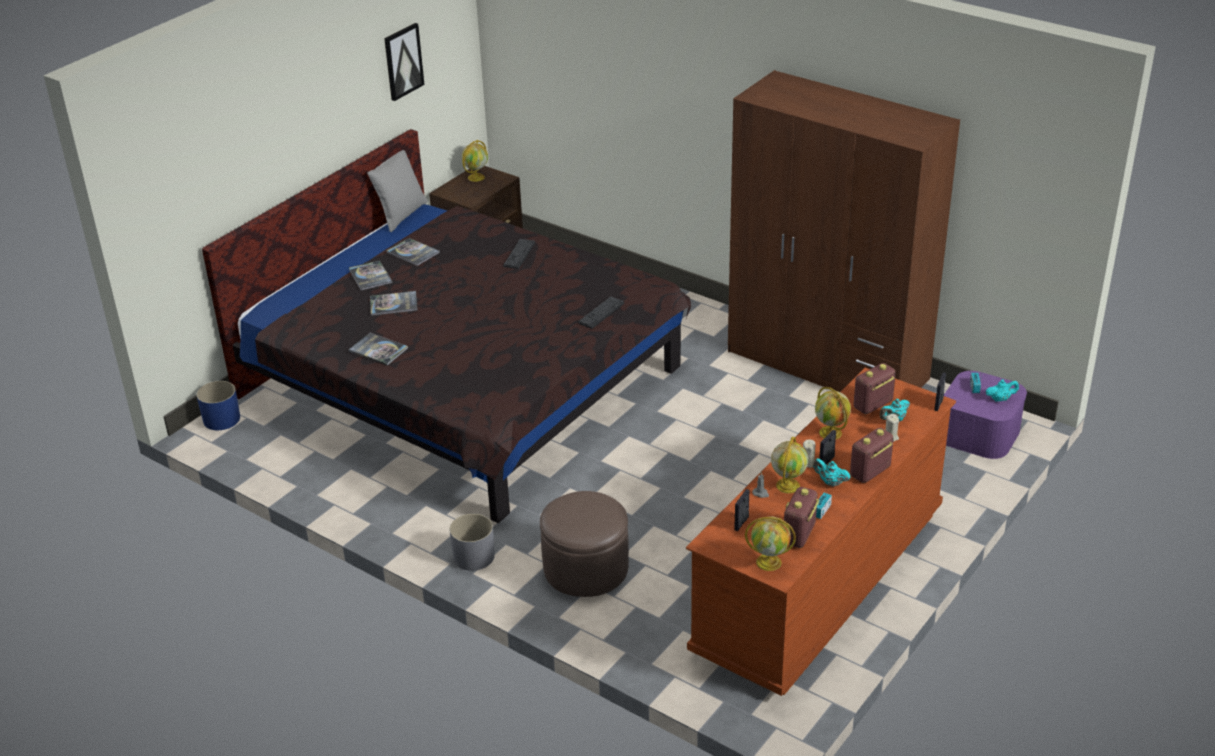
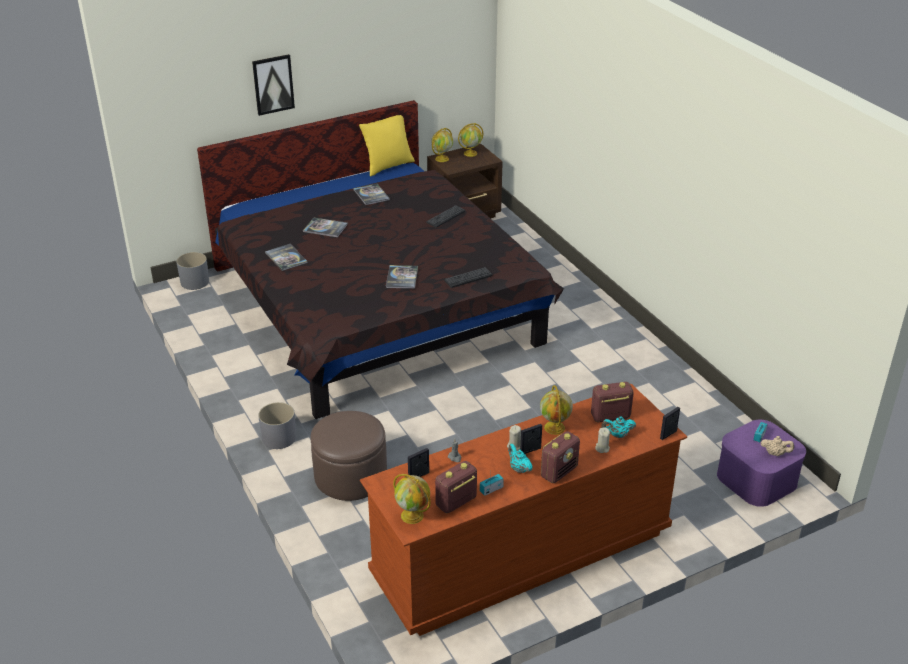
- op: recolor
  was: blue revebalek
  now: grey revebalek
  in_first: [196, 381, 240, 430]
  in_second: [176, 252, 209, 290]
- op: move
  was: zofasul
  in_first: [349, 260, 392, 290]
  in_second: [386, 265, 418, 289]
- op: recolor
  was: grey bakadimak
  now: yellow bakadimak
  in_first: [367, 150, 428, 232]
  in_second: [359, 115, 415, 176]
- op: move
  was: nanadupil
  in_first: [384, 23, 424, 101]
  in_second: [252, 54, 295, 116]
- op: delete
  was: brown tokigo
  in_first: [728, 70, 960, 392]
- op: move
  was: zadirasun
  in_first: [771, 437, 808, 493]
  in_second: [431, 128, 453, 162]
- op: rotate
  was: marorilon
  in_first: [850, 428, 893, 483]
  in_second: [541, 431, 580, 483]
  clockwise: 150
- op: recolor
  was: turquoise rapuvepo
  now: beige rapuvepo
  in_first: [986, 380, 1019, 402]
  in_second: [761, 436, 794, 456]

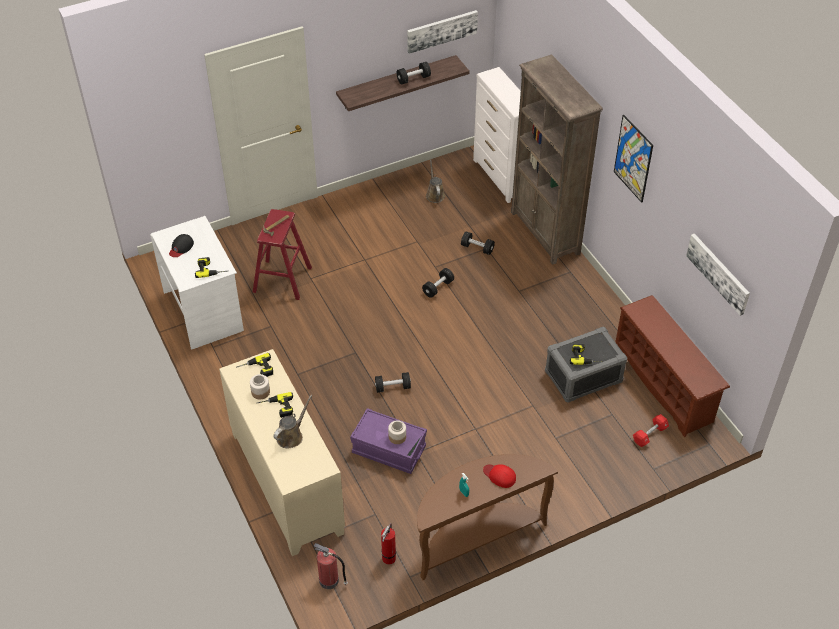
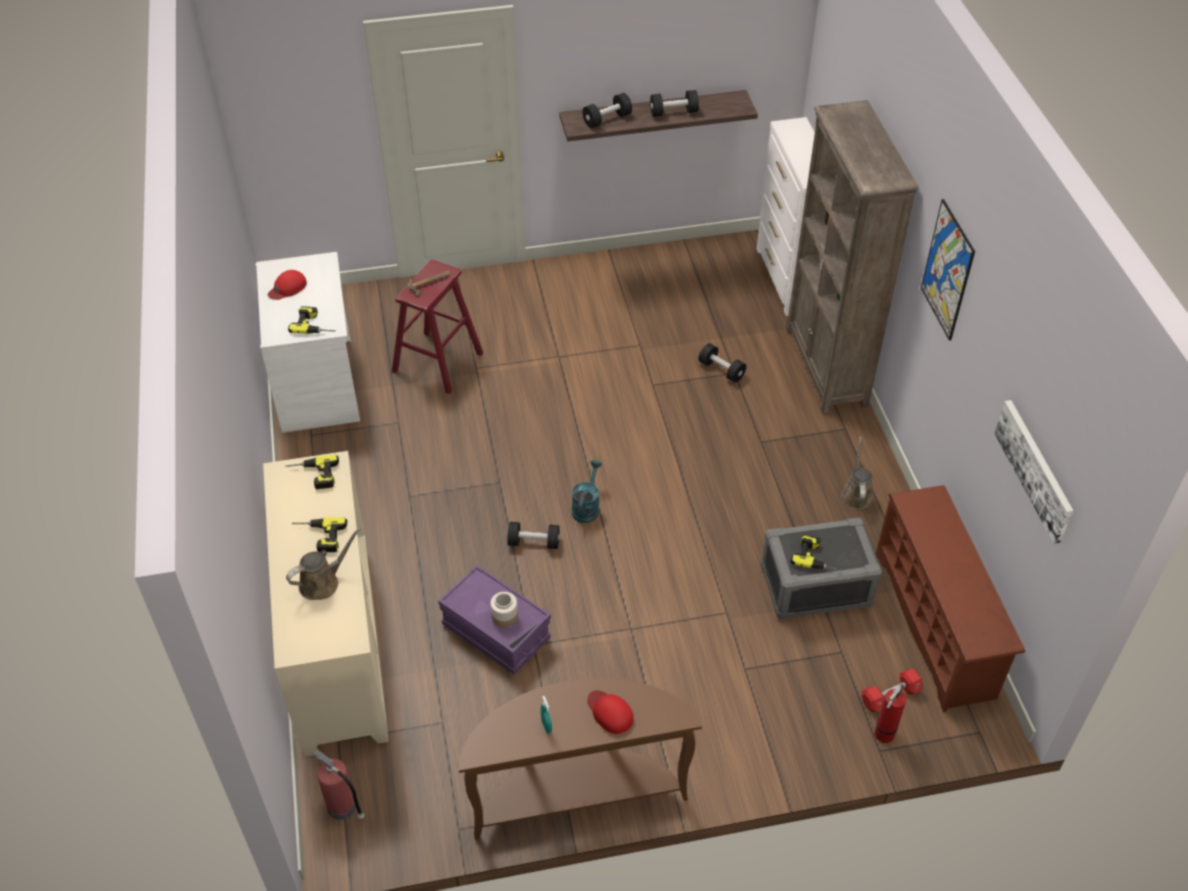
- op: recolor
  was: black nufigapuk
  now: red nufigapuk
  in_first: [169, 234, 194, 257]
  in_second: [268, 270, 307, 300]
- op: delete
  was: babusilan
  in_first: [250, 374, 270, 400]
- op: move
  was: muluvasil
  in_first: [381, 523, 396, 565]
  in_second: [874, 684, 906, 743]
- op: delete
  was: nanadupil
  in_first: [407, 10, 478, 54]
- op: move
  was: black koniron
  in_first: [422, 268, 454, 298]
  in_second: [582, 93, 632, 128]
- op: move
  was: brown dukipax
  in_first: [426, 160, 445, 203]
  in_second: [841, 436, 873, 510]
- op: insert
  now: turquoise dukipax
  in_second: [572, 460, 602, 523]

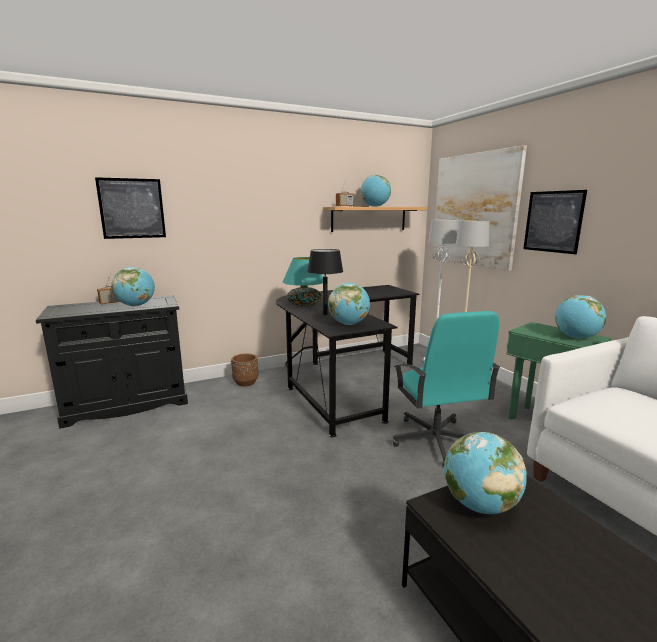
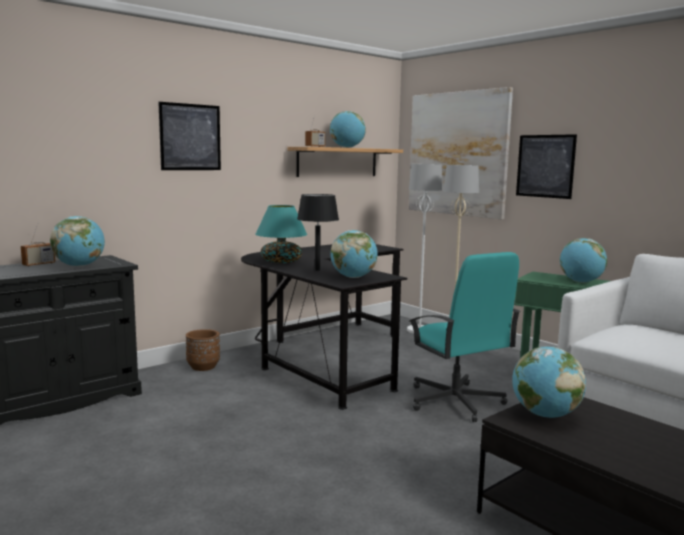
- op: move
  was: nanadupil
  in_first: [95, 177, 166, 239]
  in_second: [158, 102, 221, 170]

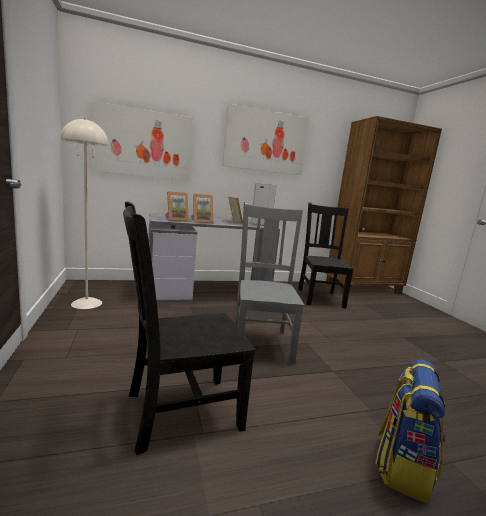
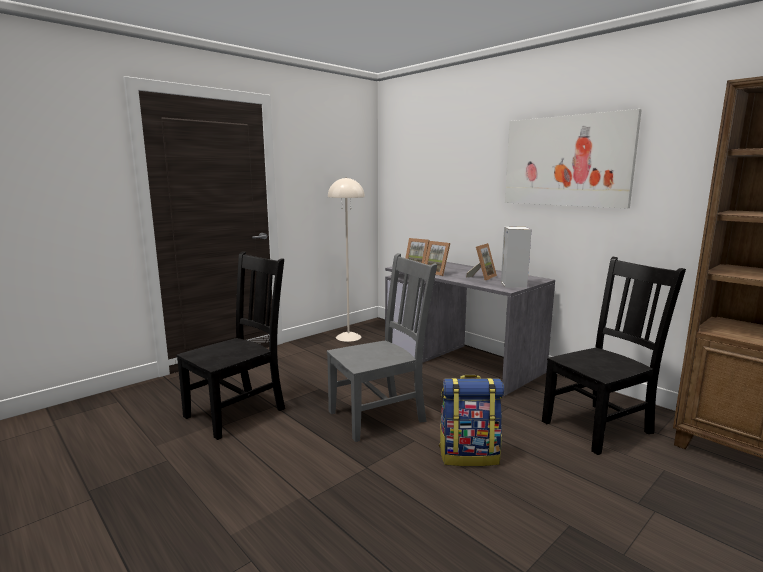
- op: delete
  was: nanadupil
  in_first: [91, 101, 193, 180]
- op: rotate
  was: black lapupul
  in_first: [123, 201, 255, 455]
  in_second: [176, 251, 285, 440]
  clockwise: 90
- op: move
  was: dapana
  in_first: [375, 360, 445, 504]
  in_second: [439, 375, 504, 466]

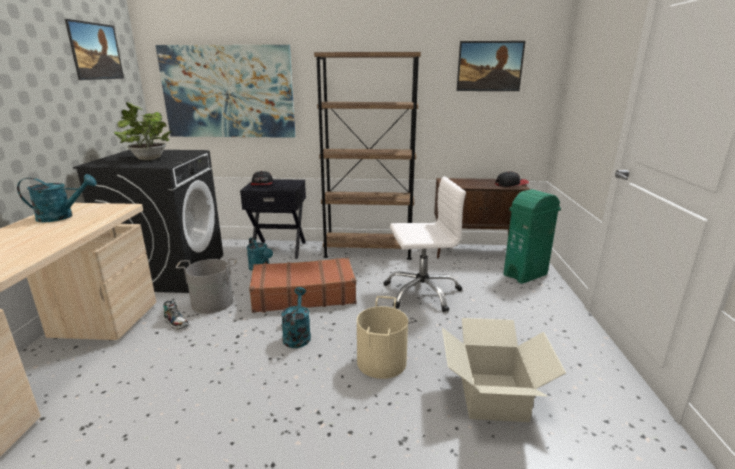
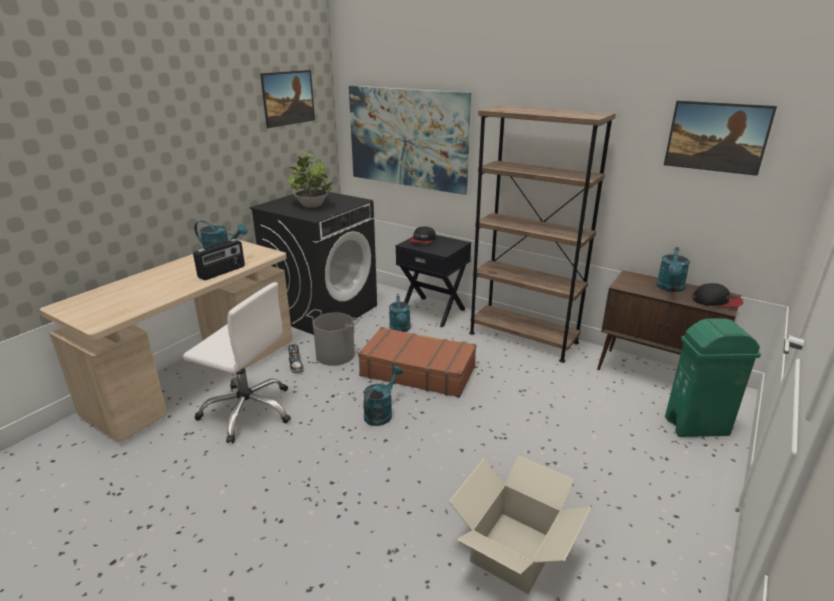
- op: delete
  was: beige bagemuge
  in_first: [357, 296, 408, 379]
- op: move
  was: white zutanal
  in_first: [383, 176, 466, 312]
  in_second: [183, 282, 291, 443]
- op: insert
  now: marorilon
  in_second: [193, 239, 245, 280]
- op: insert
  now: turquoise dukipax
  in_second: [656, 247, 690, 292]

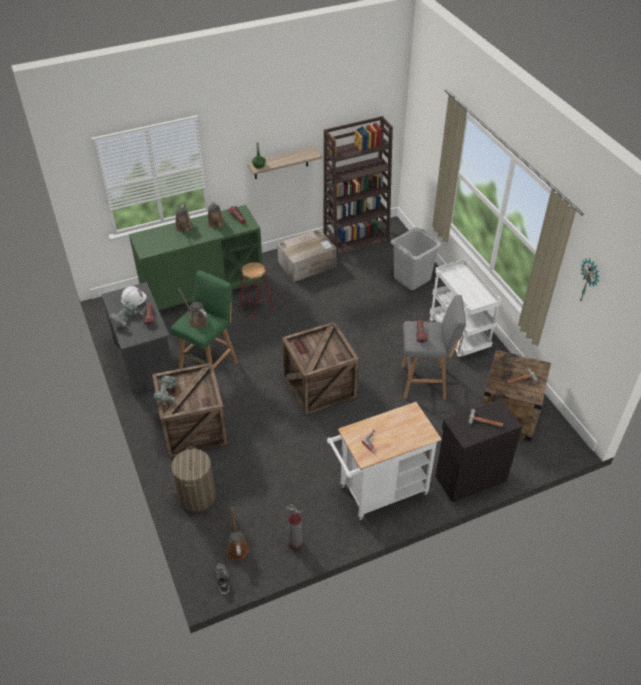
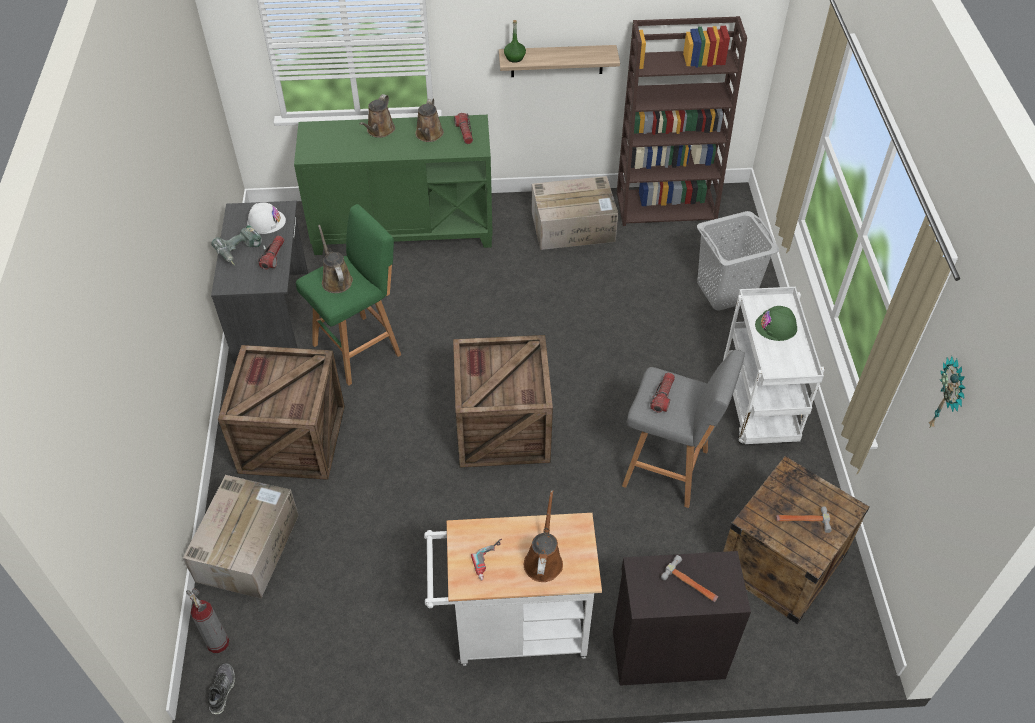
- op: delete
  was: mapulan
  in_first: [154, 375, 181, 402]
- op: replace
  was: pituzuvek
  now: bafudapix
  in_first: [171, 446, 216, 512]
  in_second: [183, 475, 299, 598]
- op: move
  was: brown dukipax
  in_first: [227, 507, 250, 560]
  in_second: [524, 490, 563, 582]
- op: delete
  was: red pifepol
  in_first: [240, 262, 273, 320]
- op: move
  was: muluvasil
  in_first: [286, 504, 303, 550]
  in_second: [186, 588, 229, 653]
- op: insert
  now: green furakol
  in_second: [755, 306, 797, 341]

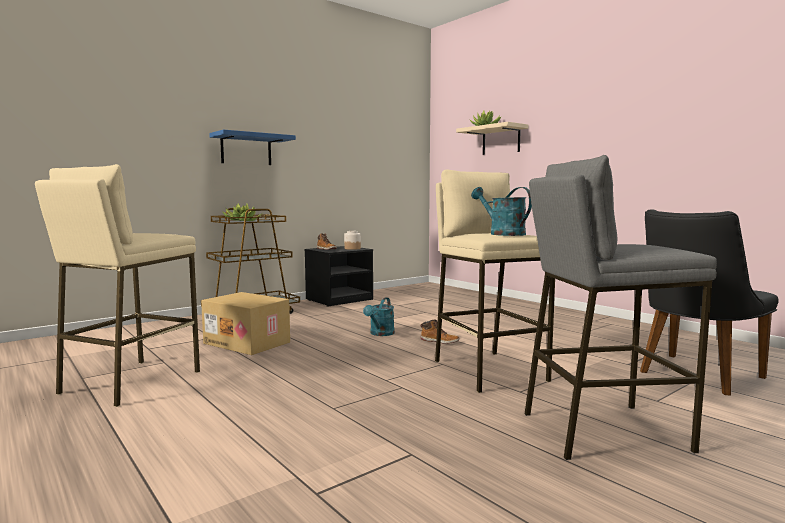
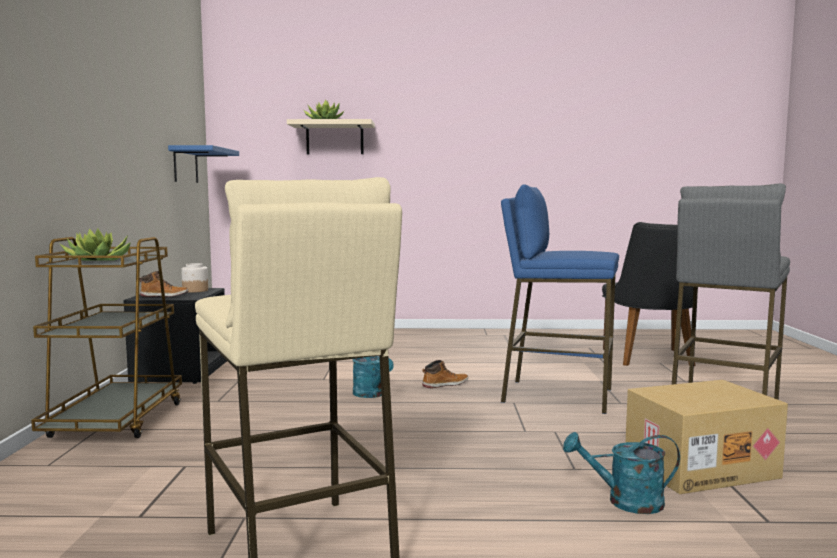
- op: move
  was: bafudapix
  in_first: [201, 292, 290, 355]
  in_second: [626, 380, 788, 494]
- op: move
  was: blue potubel
  in_first: [209, 129, 296, 165]
  in_second: [168, 145, 239, 183]
- op: recolor
  was: beige pifepol
  now: blue pifepol
  in_first: [435, 170, 555, 393]
  in_second: [501, 184, 619, 414]
- op: move
  was: turquoise dukipax
  in_first: [471, 187, 532, 236]
  in_second: [563, 432, 680, 514]

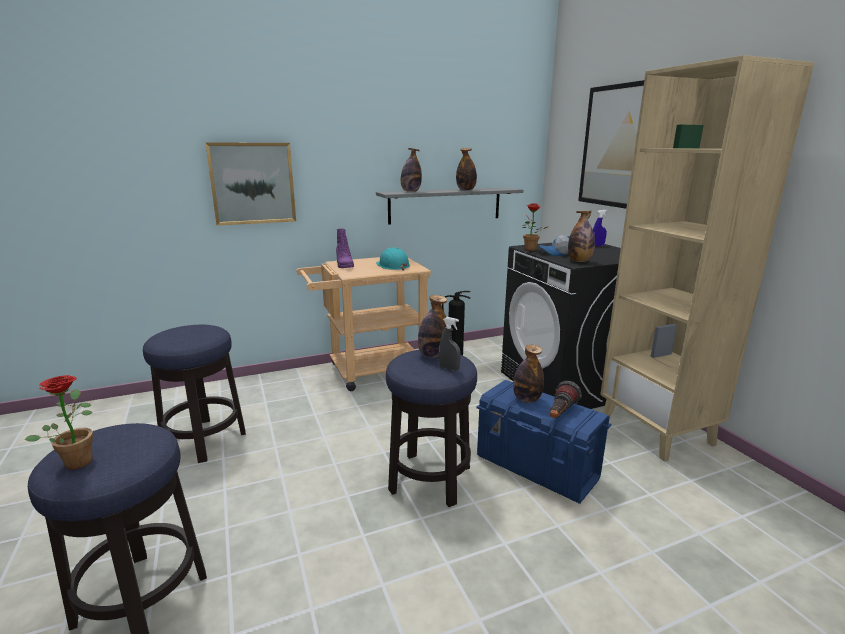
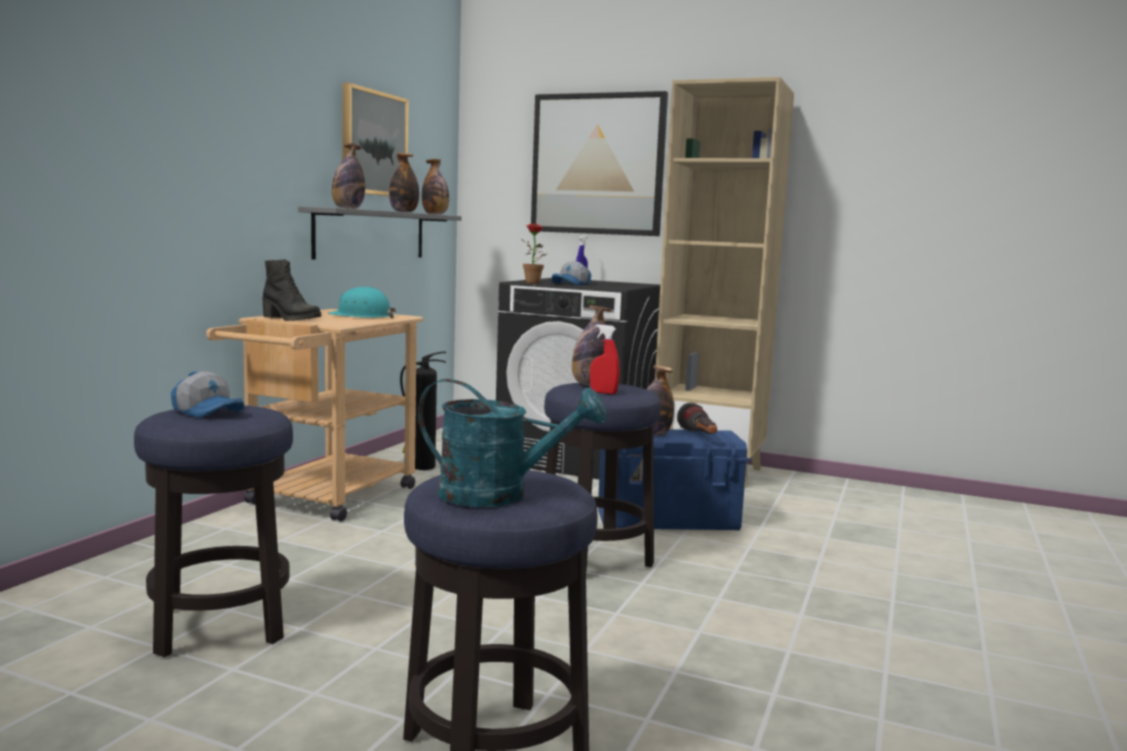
- op: replace
  was: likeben
  now: turquoise dukipax
  in_first: [24, 375, 93, 470]
  in_second: [418, 379, 606, 507]
- op: move
  was: nanadupil
  in_first: [205, 142, 296, 226]
  in_second: [342, 83, 409, 196]
- op: recolor
  was: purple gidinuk
  now: black gidinuk
  in_first: [336, 229, 354, 268]
  in_second: [262, 259, 321, 321]
- op: delete
  was: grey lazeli
  in_first: [439, 317, 461, 371]
- op: move
  was: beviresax
  in_first: [568, 211, 595, 262]
  in_second: [422, 159, 449, 214]
- op: insert
  now: nufigapuk
  in_second: [171, 371, 244, 418]
- op: insert
  now: red lazeli
  in_second: [590, 324, 620, 394]

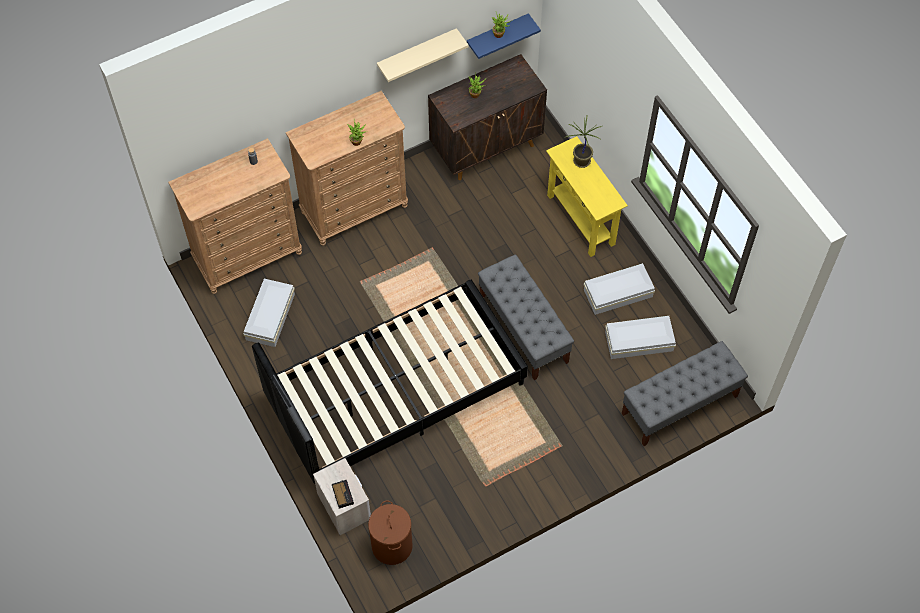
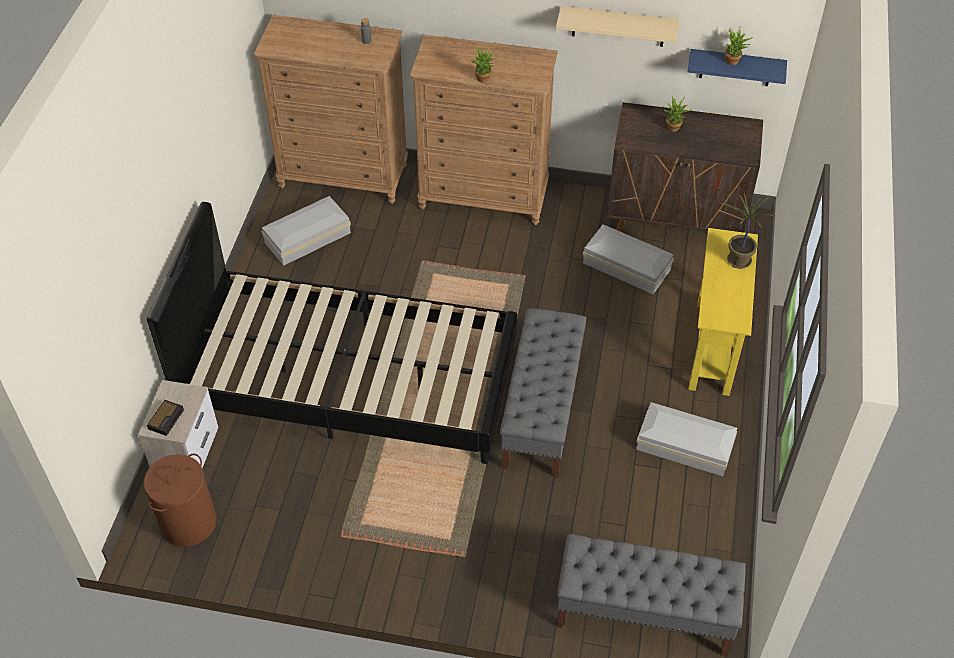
- op: move
  was: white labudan
  in_first: [605, 316, 676, 359]
  in_second: [583, 224, 674, 294]

